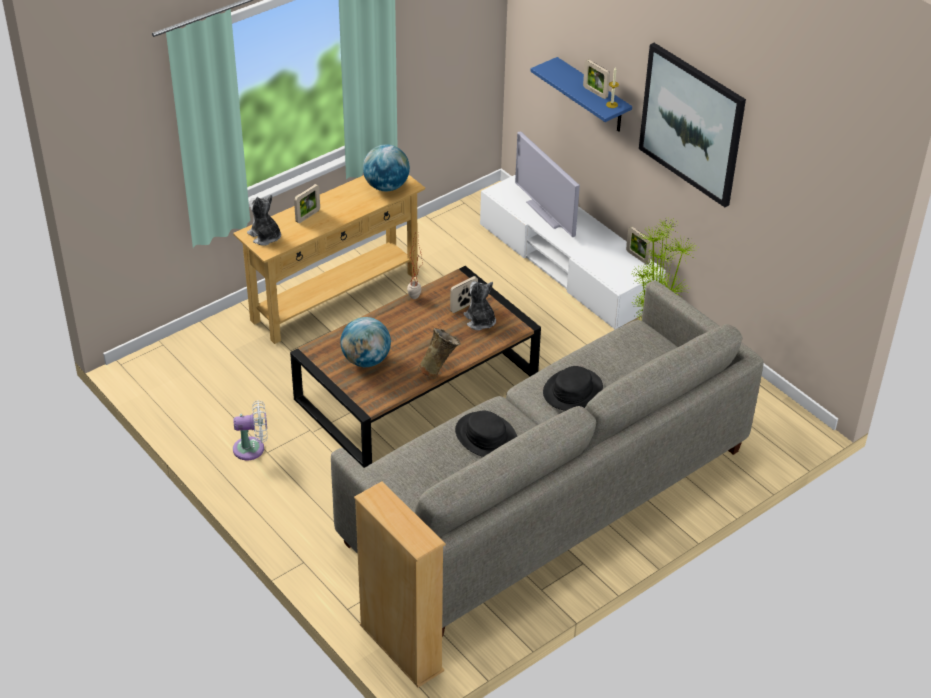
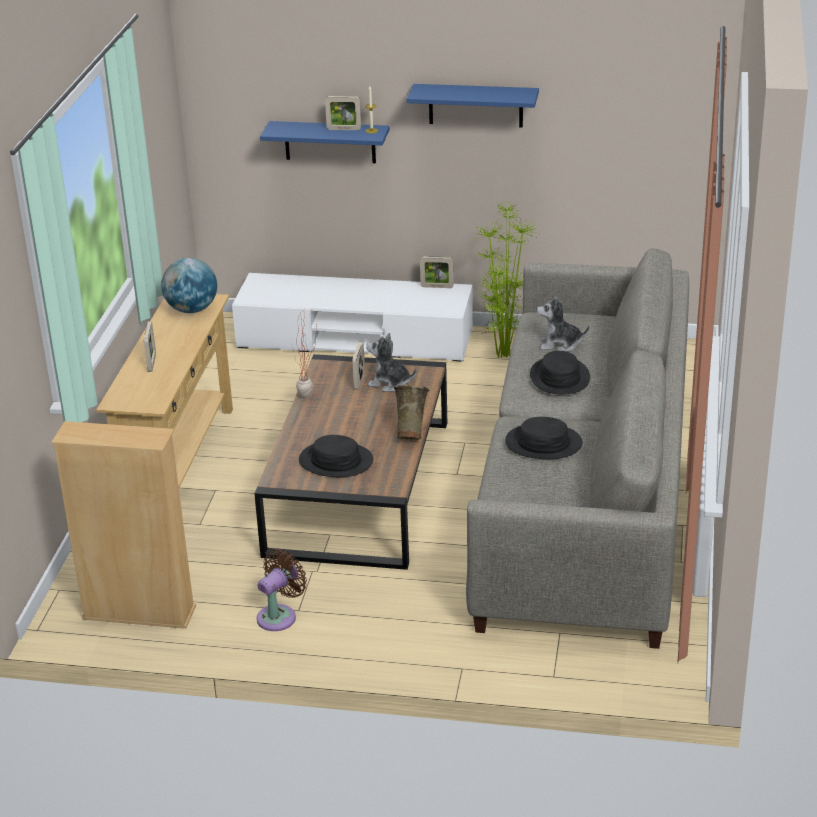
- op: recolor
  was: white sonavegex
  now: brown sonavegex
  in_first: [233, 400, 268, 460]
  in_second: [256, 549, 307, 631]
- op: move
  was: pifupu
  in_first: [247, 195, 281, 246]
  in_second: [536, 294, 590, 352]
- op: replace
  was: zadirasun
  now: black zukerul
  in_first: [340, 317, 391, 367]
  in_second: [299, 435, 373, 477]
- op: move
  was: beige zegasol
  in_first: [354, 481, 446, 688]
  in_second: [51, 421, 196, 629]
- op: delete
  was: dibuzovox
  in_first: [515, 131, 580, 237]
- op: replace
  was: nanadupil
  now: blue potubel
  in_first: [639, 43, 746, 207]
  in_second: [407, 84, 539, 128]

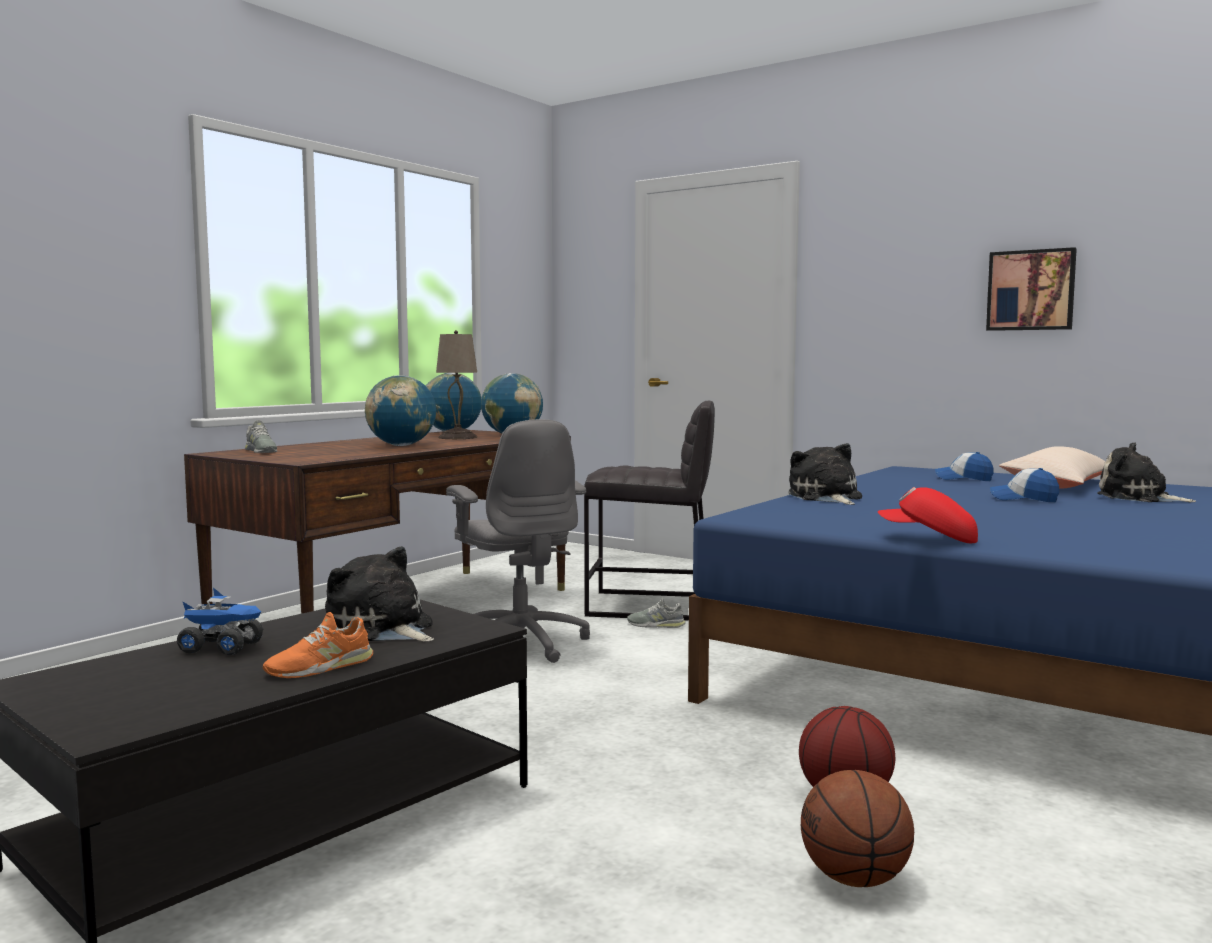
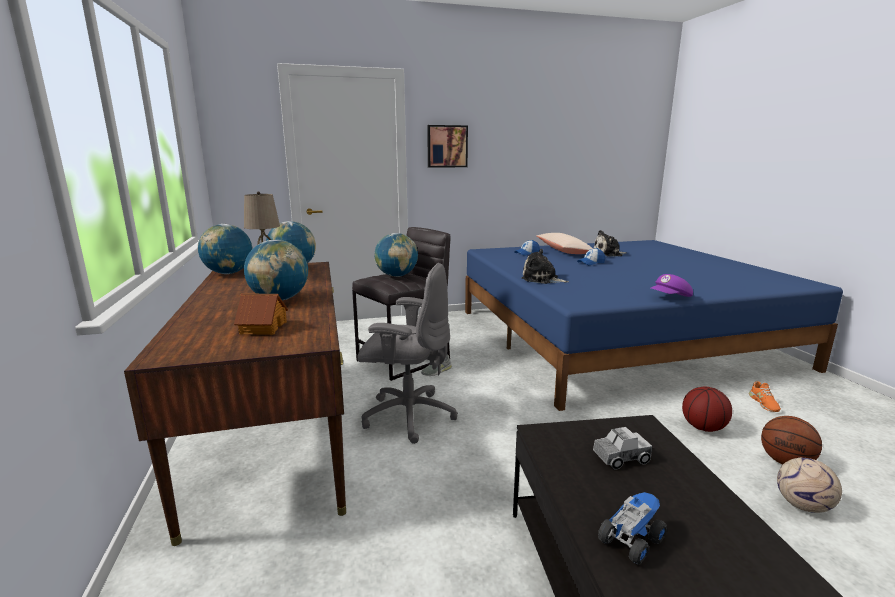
- op: delete
  was: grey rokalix
  in_first: [245, 420, 277, 453]
- op: move
  was: orange rokalix
  in_first: [263, 612, 373, 678]
  in_second: [749, 381, 781, 412]
- op: replace
  was: pifupu
  now: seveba
  in_first: [325, 546, 434, 642]
  in_second: [593, 427, 652, 470]
- op: recolor
  was: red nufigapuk
  now: purple nufigapuk
  in_first: [878, 487, 978, 543]
  in_second: [651, 274, 693, 297]
- op: move
  was: nanadupil
  in_first: [986, 247, 1077, 331]
  in_second: [427, 125, 468, 168]
- op: insert
  now: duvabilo
  in_second: [234, 294, 288, 335]
- op: insert
  now: zadirasun
  in_second: [374, 233, 418, 277]
- op: insert
  now: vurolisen
  in_second: [777, 457, 842, 513]

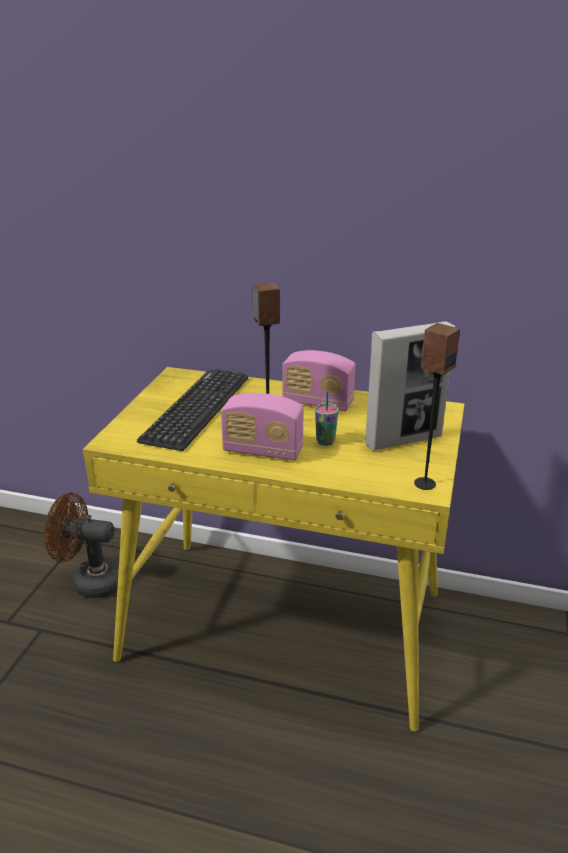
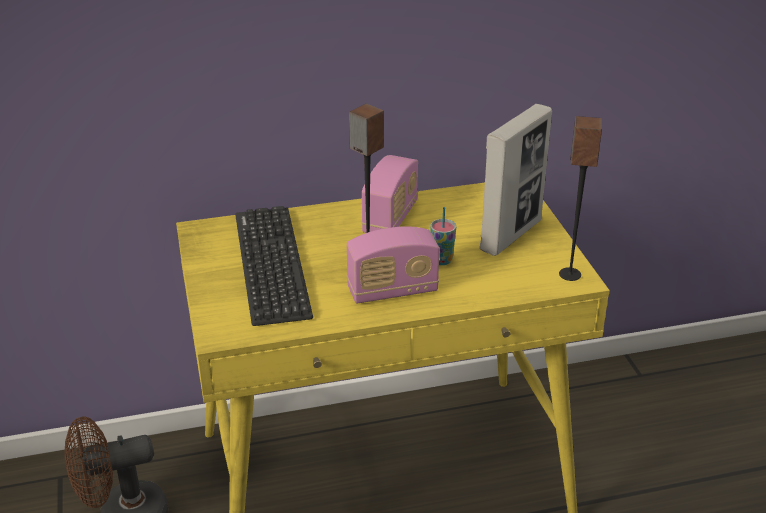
- op: rotate
  was: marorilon
  in_first: [282, 350, 356, 411]
  in_second: [361, 155, 418, 233]
  clockwise: -60

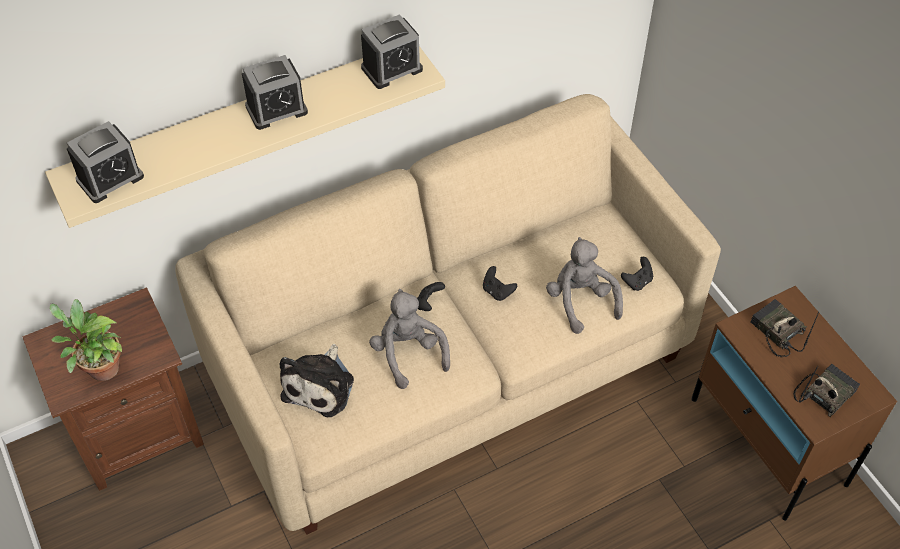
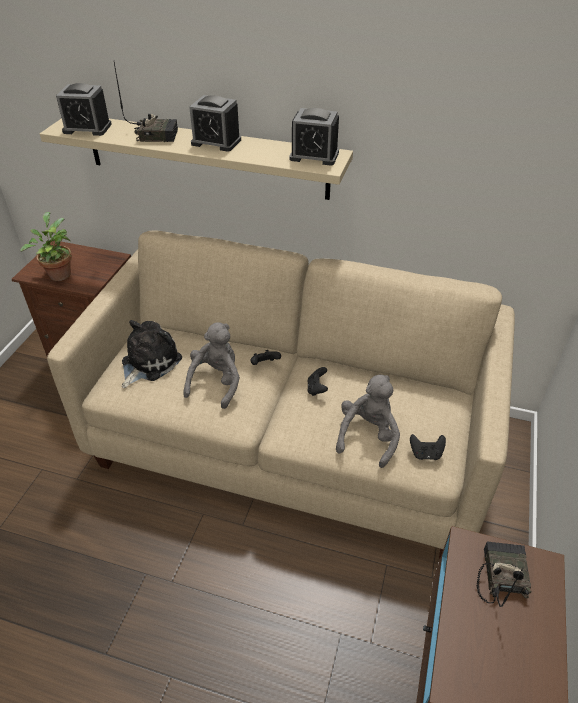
- op: rotate
  was: pifupu
  in_first: [280, 344, 354, 417]
  in_second: [122, 320, 182, 388]
  clockwise: 150
- op: move
  was: marorilon
  in_first: [793, 364, 860, 417]
  in_second: [114, 62, 178, 142]

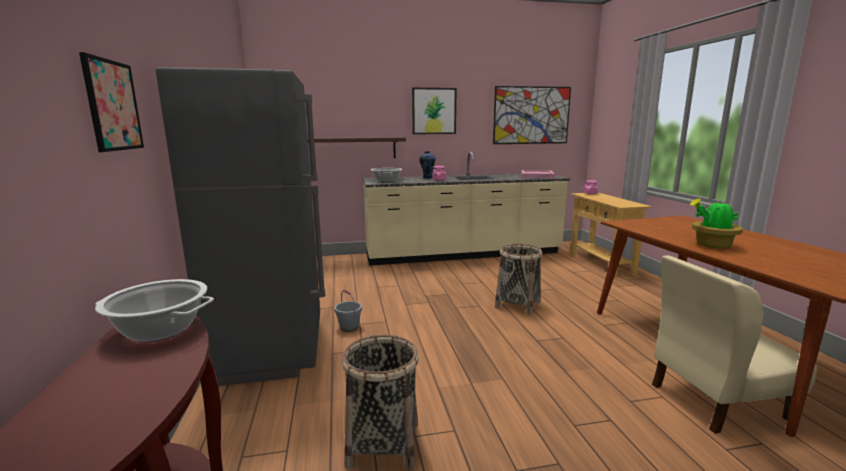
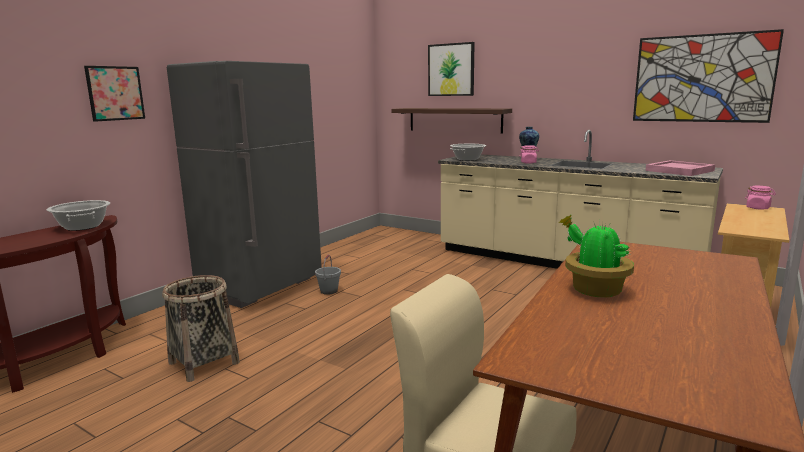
- op: move
  was: nanadupil
  in_first: [412, 88, 456, 134]
  in_second: [428, 42, 475, 96]
- op: delete
  was: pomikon
  in_first: [495, 244, 543, 315]

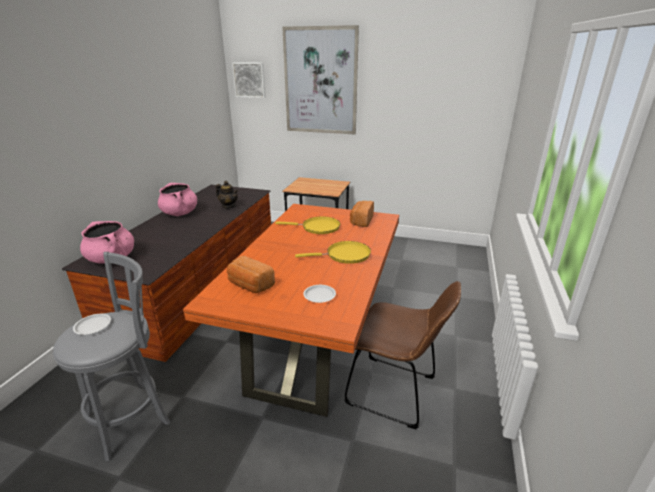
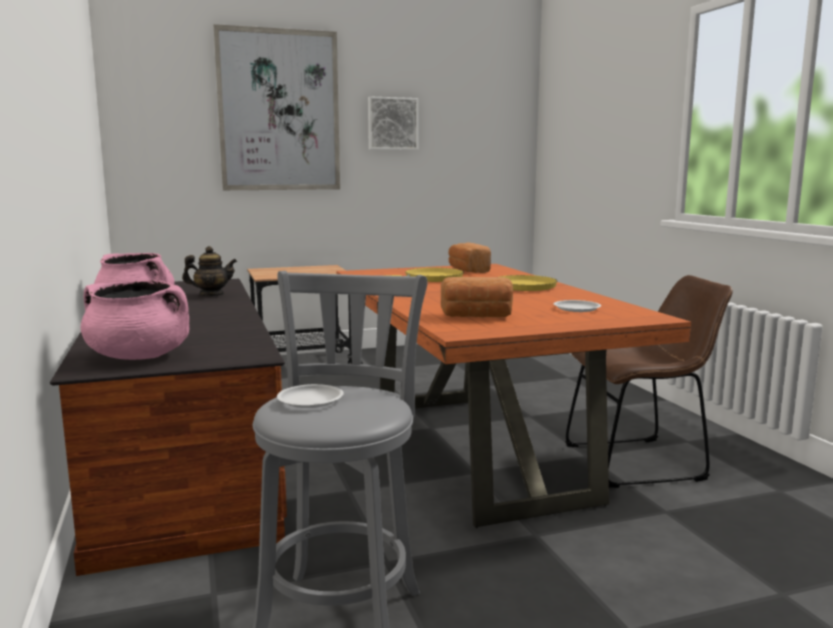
- op: move
  was: nanadupil
  in_first: [232, 62, 266, 98]
  in_second: [368, 96, 418, 150]

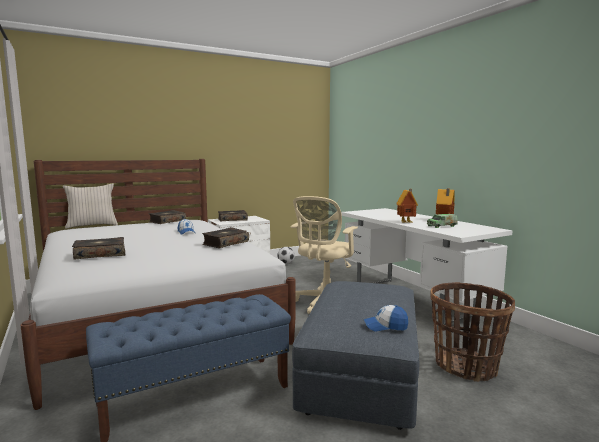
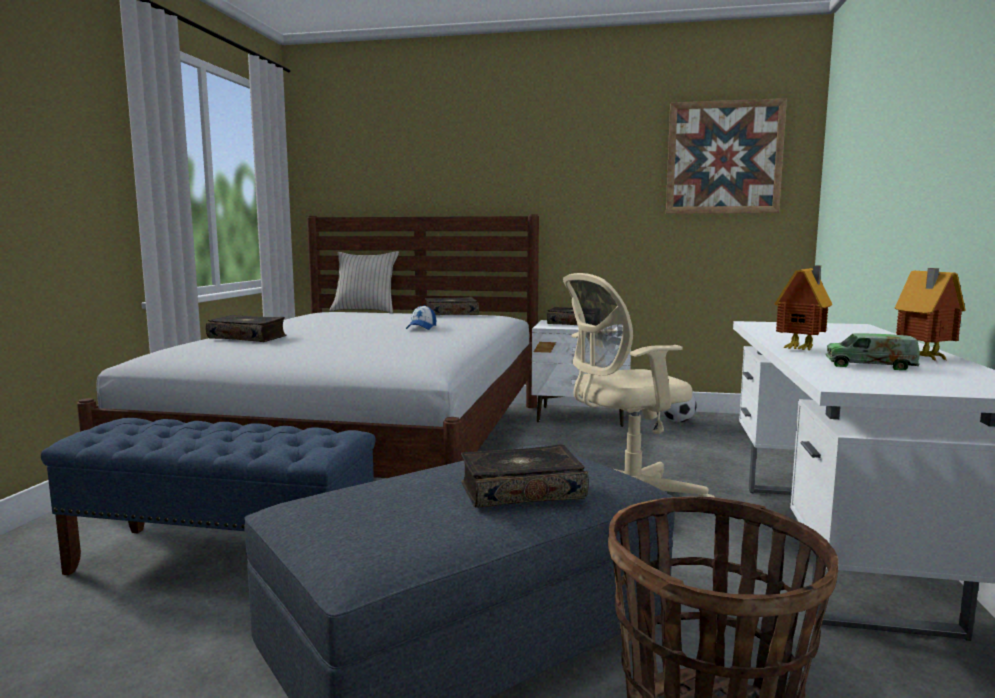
- op: move
  was: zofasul
  in_first: [202, 227, 249, 248]
  in_second: [461, 444, 589, 508]
- op: delete
  was: nufigapuk
  in_first: [364, 305, 408, 331]
- op: insert
  now: nanadupil
  in_second: [666, 98, 787, 214]

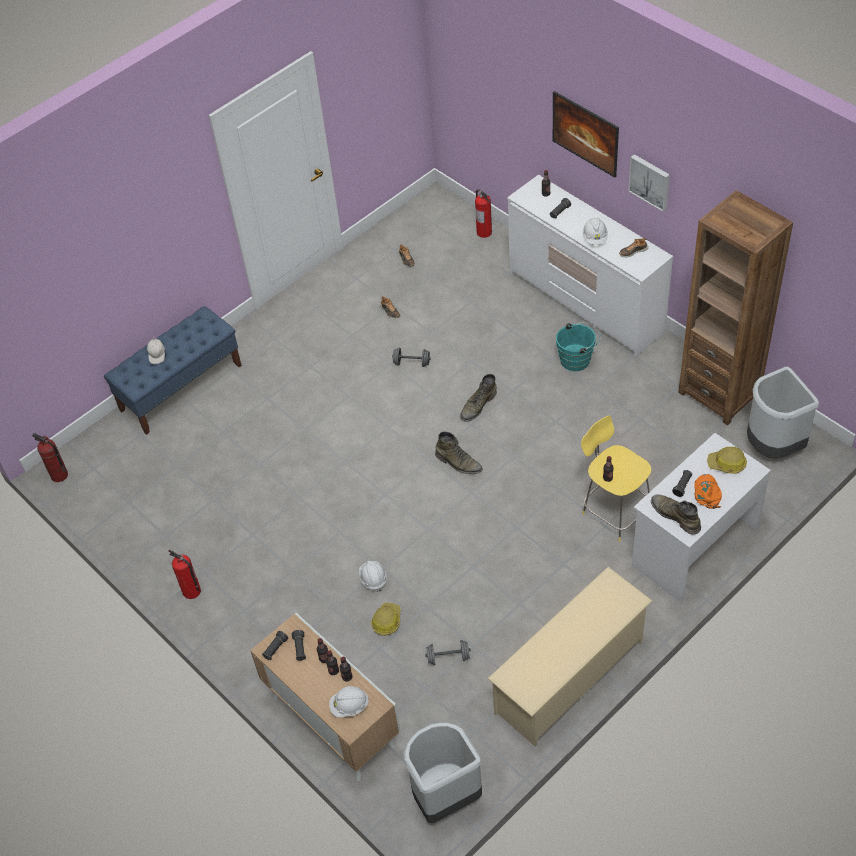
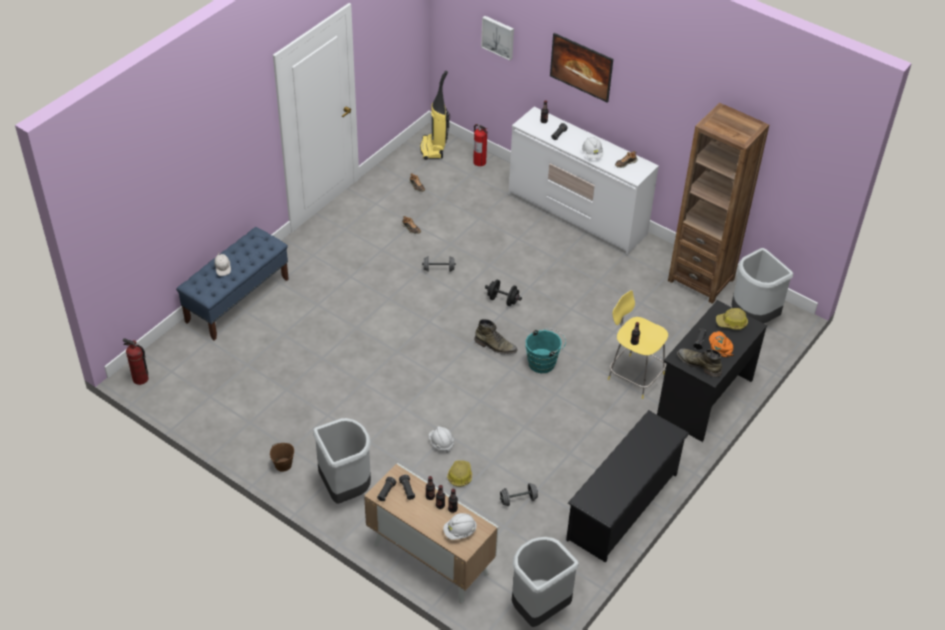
- op: replace
  was: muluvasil
  now: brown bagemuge
  in_first: [168, 549, 201, 599]
  in_second: [270, 443, 294, 472]
- op: replace
  was: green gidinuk
  now: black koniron
  in_first: [460, 374, 497, 422]
  in_second: [485, 280, 522, 306]
- op: recolor
  was: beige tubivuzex
  now: black tubivuzex
  in_first: [488, 567, 652, 747]
  in_second: [566, 410, 690, 563]
- op: move
  was: turquoise bagemuge
  in_first: [556, 322, 601, 371]
  in_second: [525, 328, 566, 373]
- op: move
  was: nanadupil
  in_first: [628, 154, 670, 212]
  in_second: [481, 16, 514, 61]
- op: recolor
  was: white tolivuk
  now: black tolivuk
  in_first: [632, 433, 771, 603]
  in_second: [657, 300, 767, 442]
- op: insert
  now: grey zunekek
  in_second: [313, 418, 371, 504]
- op: insert
  now: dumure
  in_second: [420, 71, 450, 160]

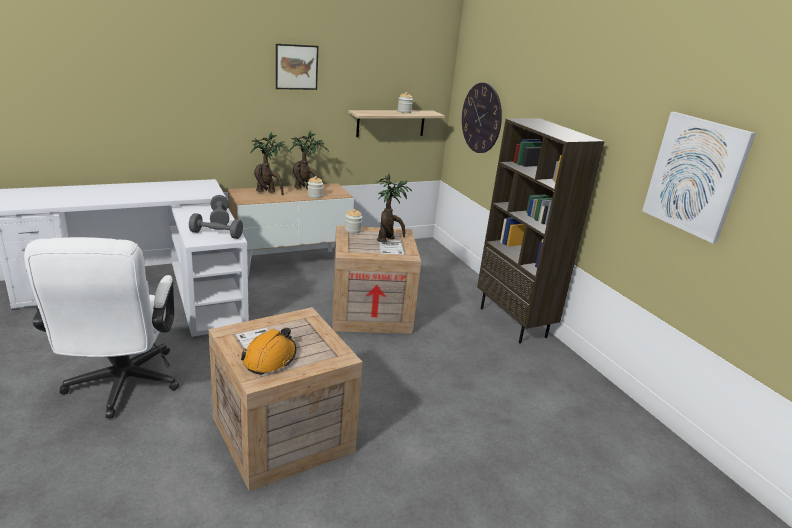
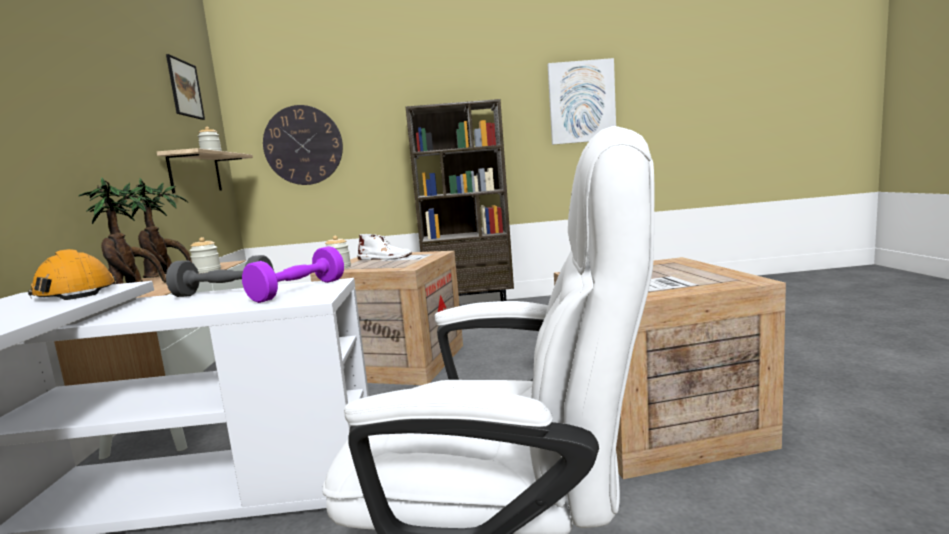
- op: recolor
  was: grey koniron
  now: purple koniron
  in_first: [189, 213, 243, 239]
  in_second: [242, 246, 344, 303]
- op: move
  was: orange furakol
  in_first: [241, 328, 296, 375]
  in_second: [28, 249, 117, 300]
- op: move
  was: nanadupil
  in_first: [276, 44, 318, 90]
  in_second: [166, 54, 205, 120]
- op: replace
  was: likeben
  now: white gidinuk
  in_first: [377, 173, 412, 242]
  in_second: [358, 234, 412, 260]

